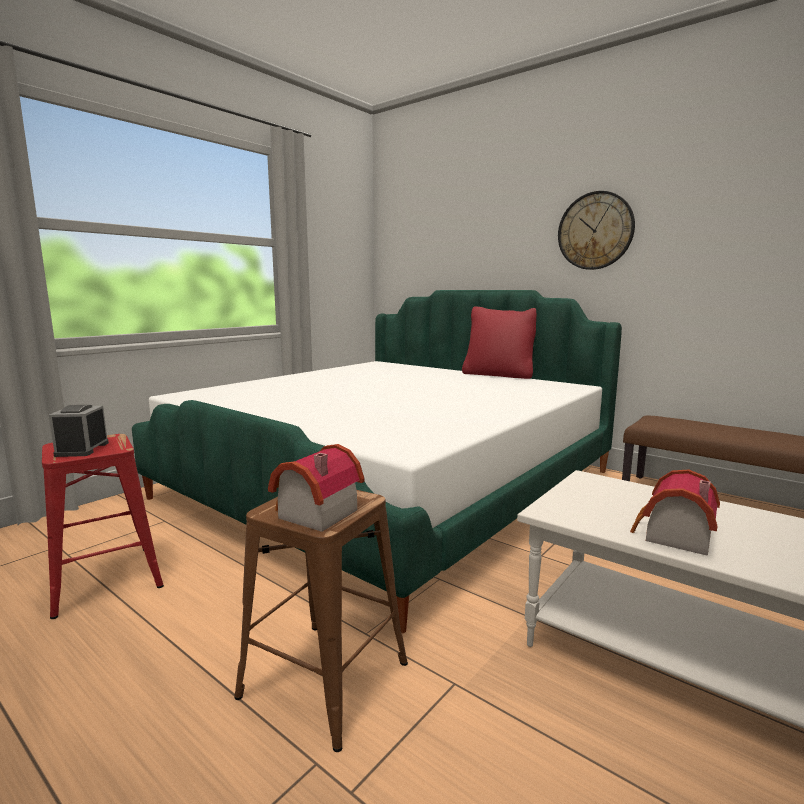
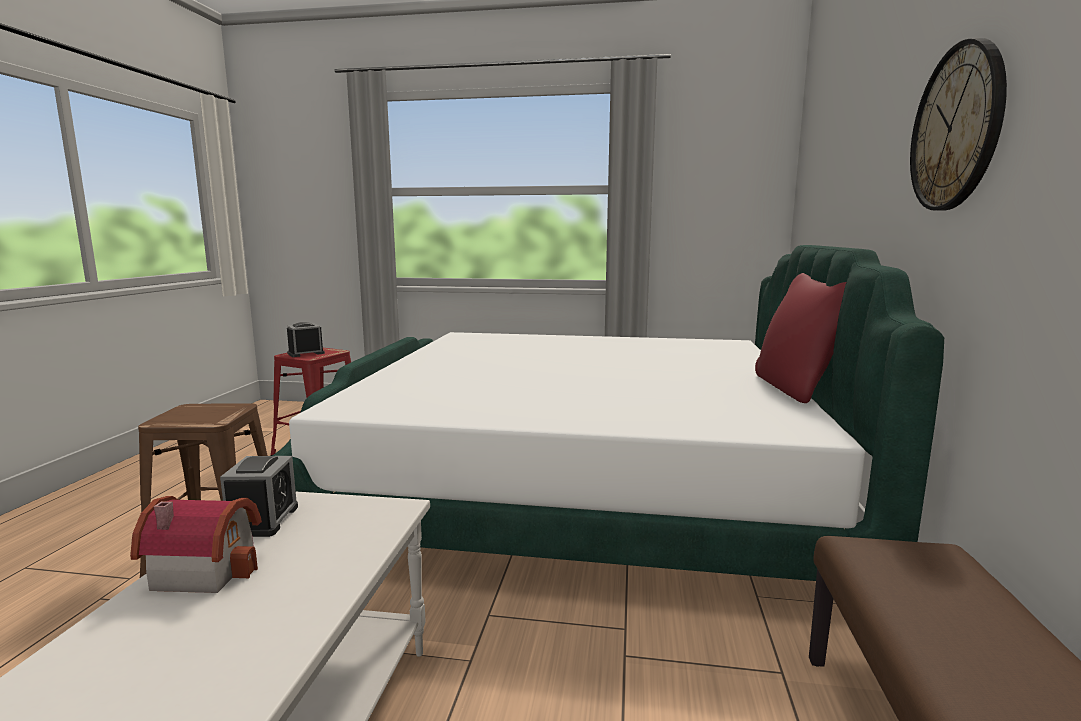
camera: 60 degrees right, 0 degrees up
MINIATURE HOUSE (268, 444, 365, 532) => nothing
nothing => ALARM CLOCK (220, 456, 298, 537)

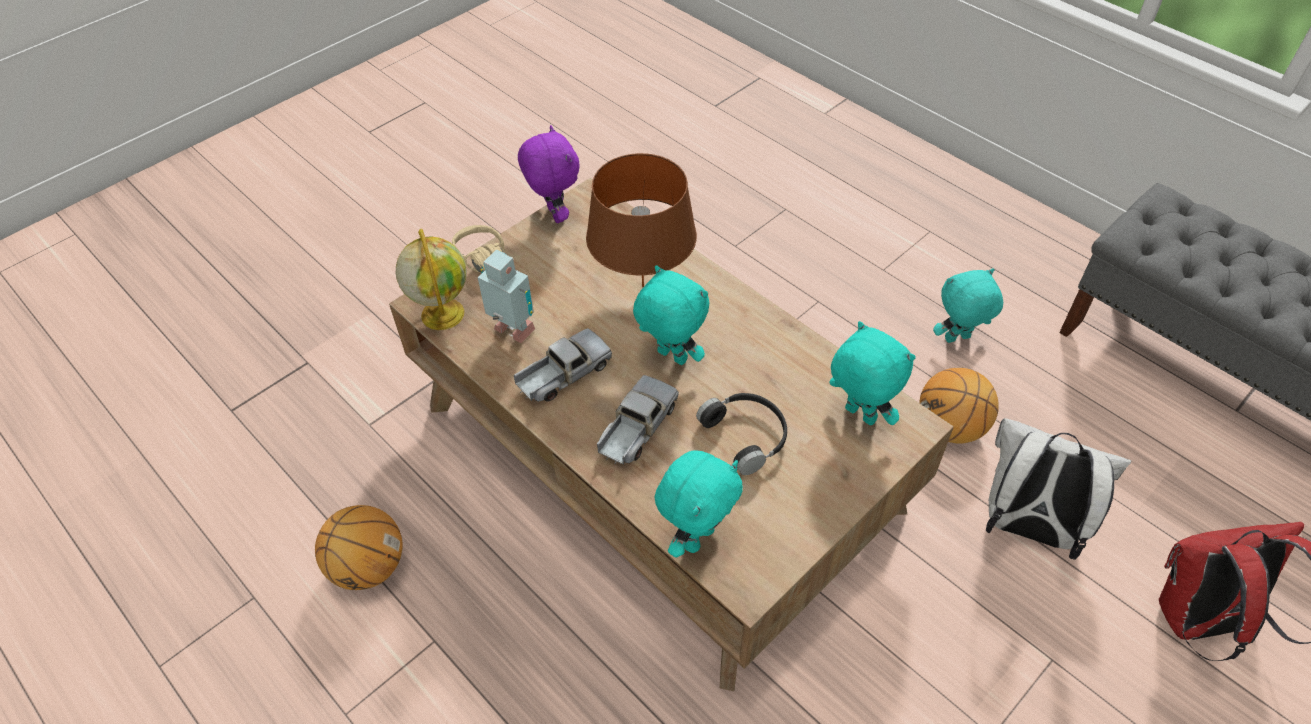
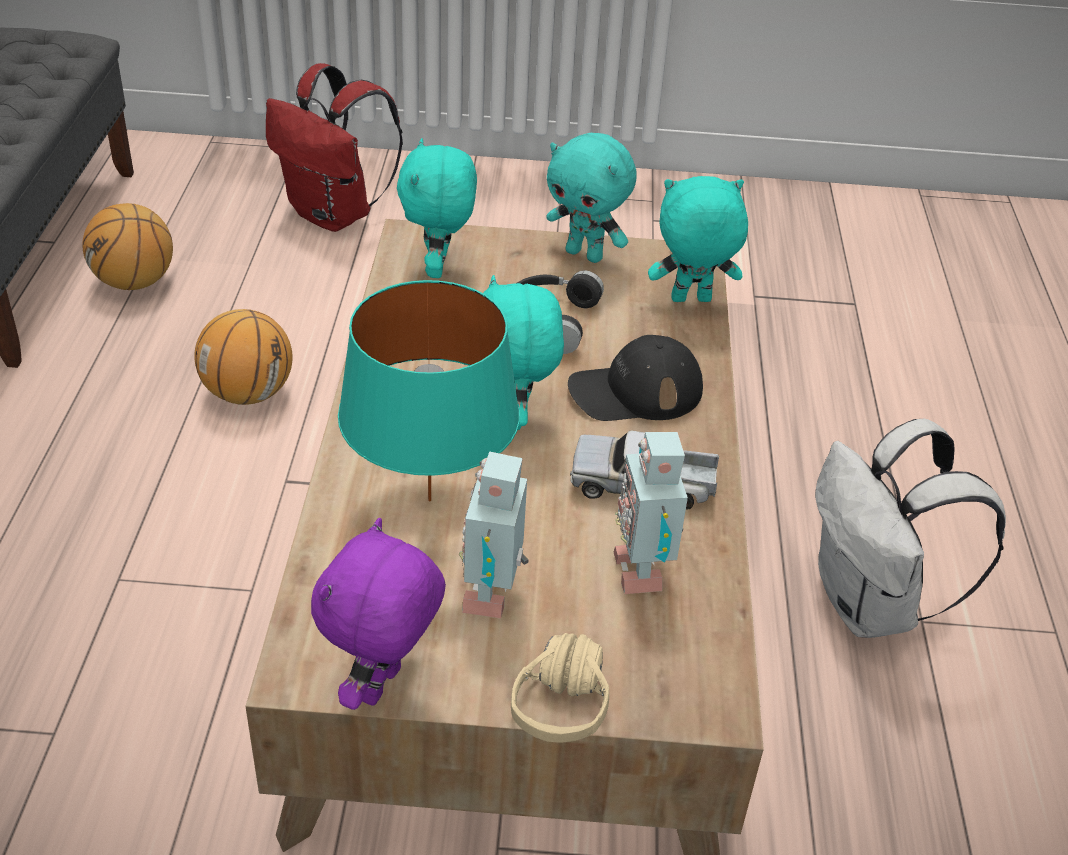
camera: 135 degrees left, 10 degrees down
BROWNISH TABLETOP LAMP (586, 153, 697, 287) => TURQUOISE-COLOURED TABLETOP LAMP (338, 280, 520, 501)
GLOBE (396, 229, 467, 330) => nothing
TURQUOISE-COLOURED PLUSH TOY (933, 268, 1003, 343) => TURQUOISE-COLOURED PLUSH TOY (546, 133, 637, 263), relocated
MODEL TRUCK (597, 375, 679, 465) => BLACK-COLOURED PEAKED CAP (568, 335, 703, 421)
WHITE KNAPSACK (986, 418, 1131, 560) => WHITE KNAPSACK (815, 419, 1006, 638), relocated
BALL FOR BASKETBALL (315, 505, 403, 590) => BALL FOR BASKETBALL (82, 203, 173, 290), relocated
nothing => TOY ROBOT (459, 451, 529, 619)

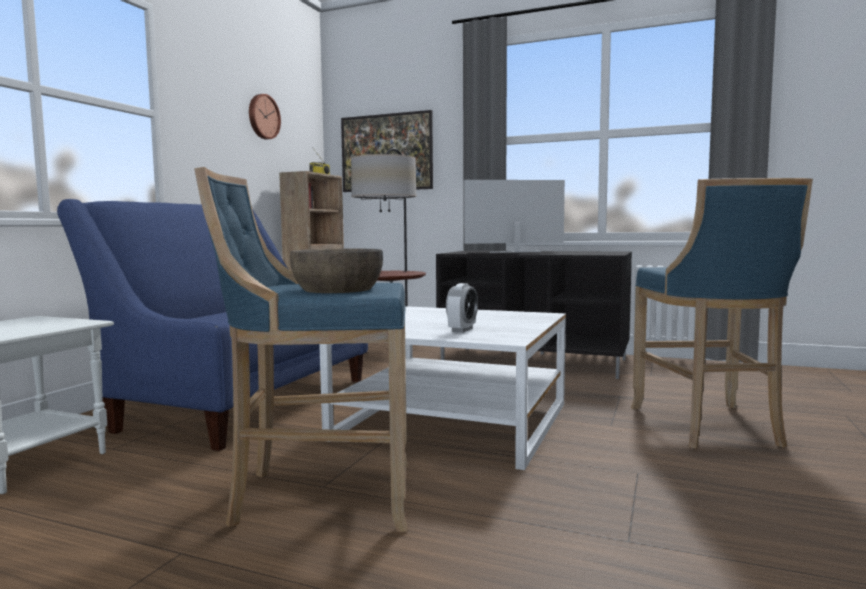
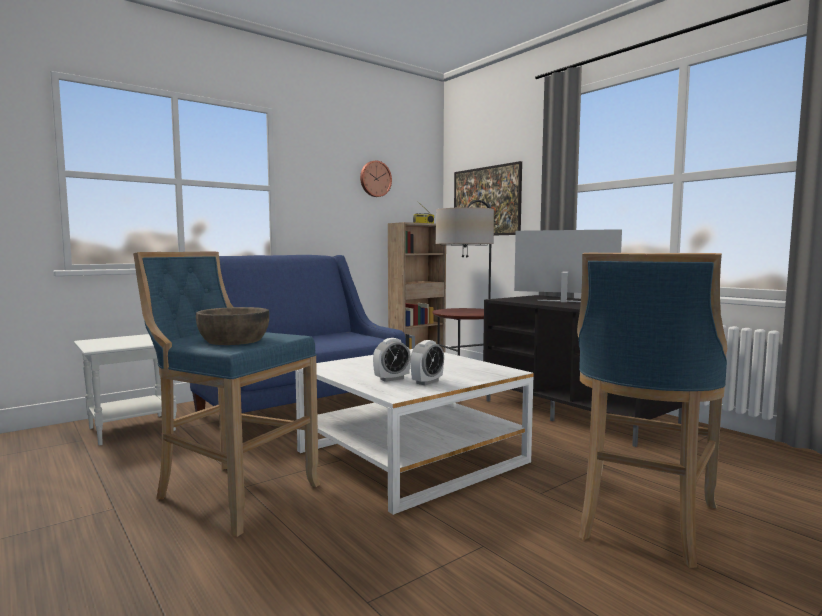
camera: 30 degrees right, 0 degrees up
nothing => ALARM CLOCK (410, 340, 444, 385)

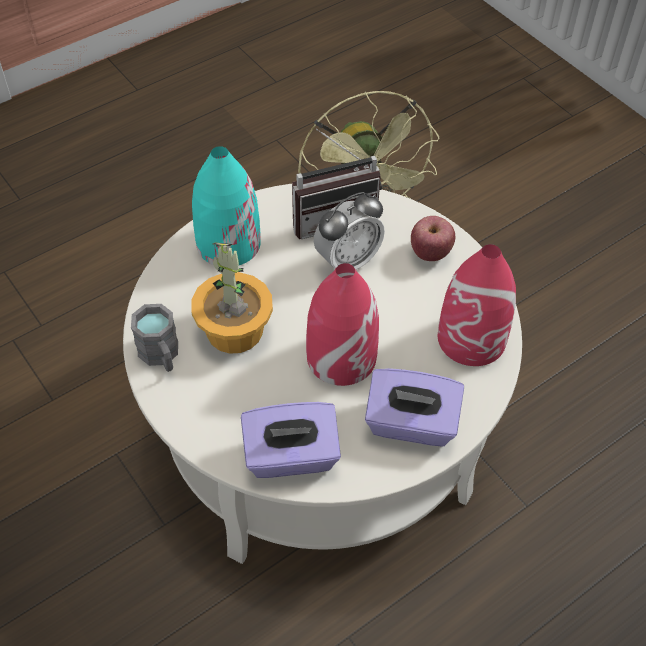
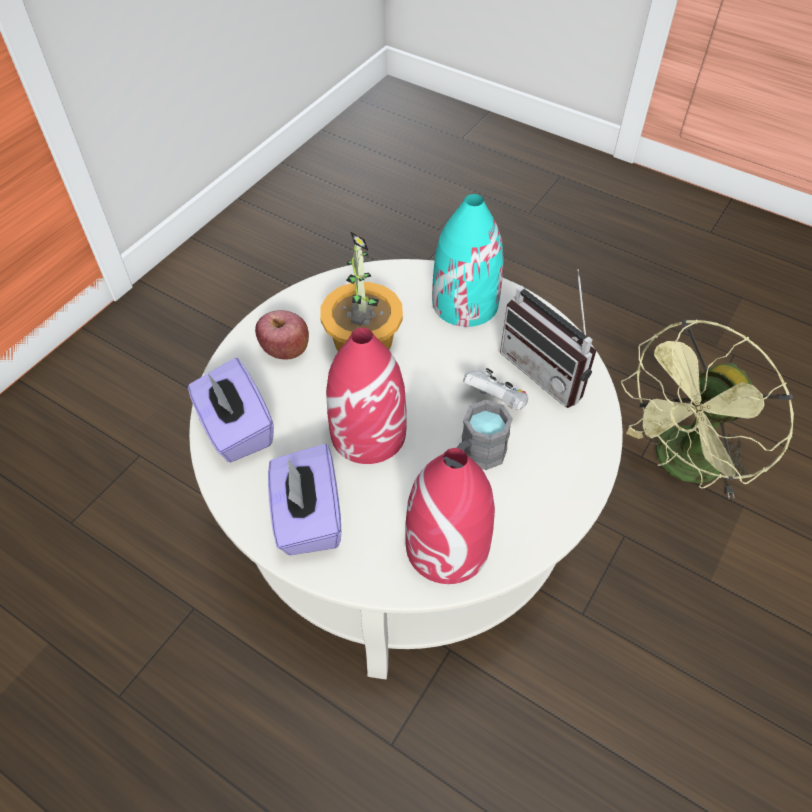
camera: 70 degrees right, 0 degrees up
ALARM CLOCK (314, 192, 385, 270) => WHITE GAMEPAD (463, 368, 528, 410)
WHOLE APPLE (411, 216, 455, 261) => WHOLE APPLE (255, 310, 309, 359), relocated
GREYISH COFFEE MUG (131, 304, 178, 372) => GREYISH COFFEE MUG (457, 400, 513, 470), relocated

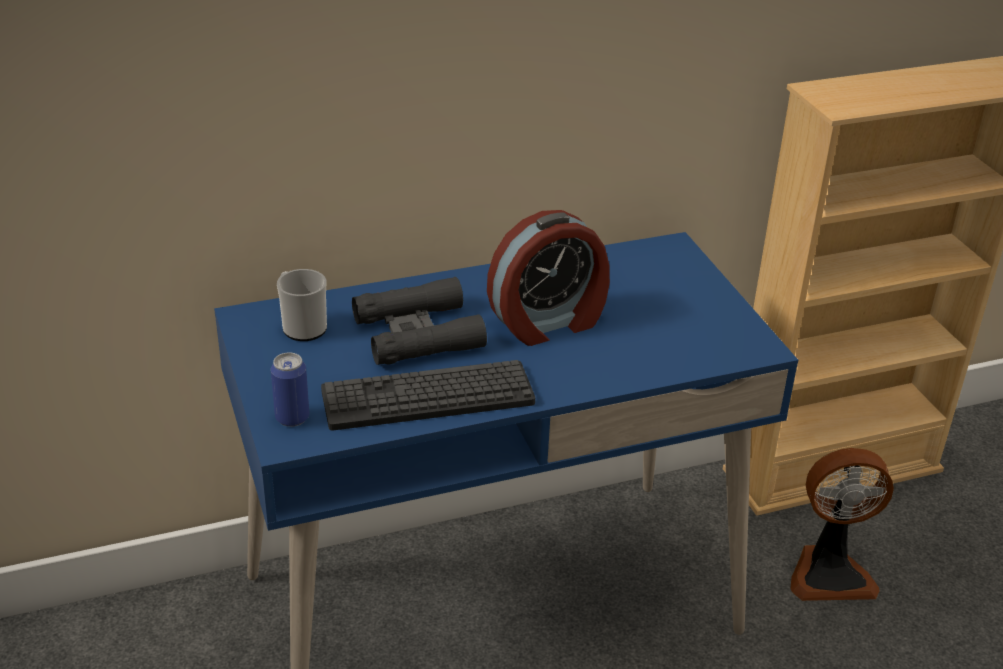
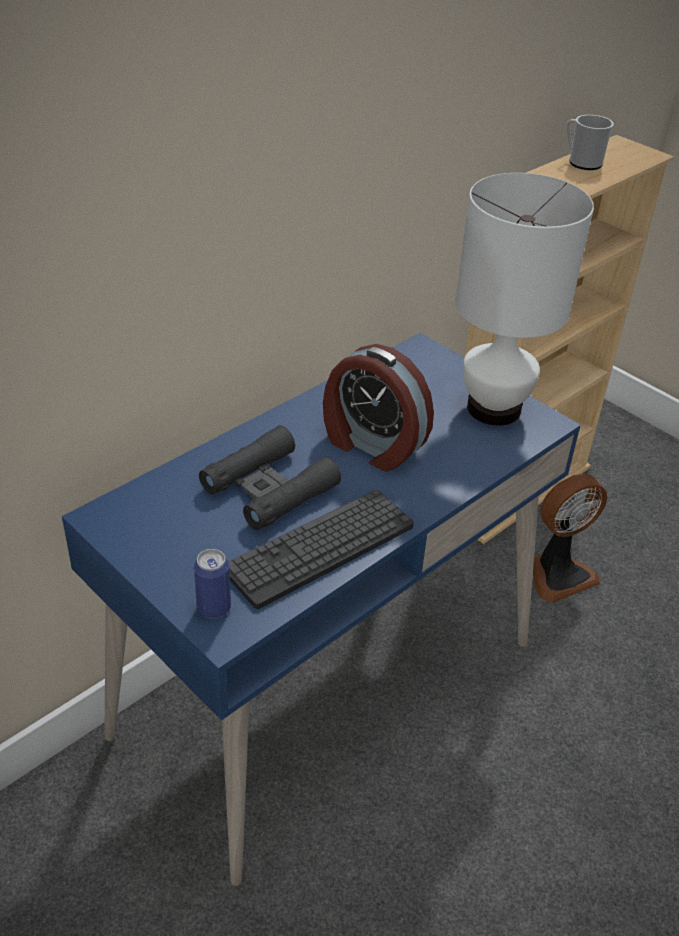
camera: 25 degrees left, 5 degrees up
ALARM CLOCK (487, 210, 610, 346) => ALARM CLOCK (323, 344, 434, 472), 90 degrees clockwise
COFFEE MUG (277, 269, 327, 341) => COFFEE MUG (566, 115, 614, 170), relocated
nothing => WHITE TABLETOP LAMP (456, 173, 594, 425)

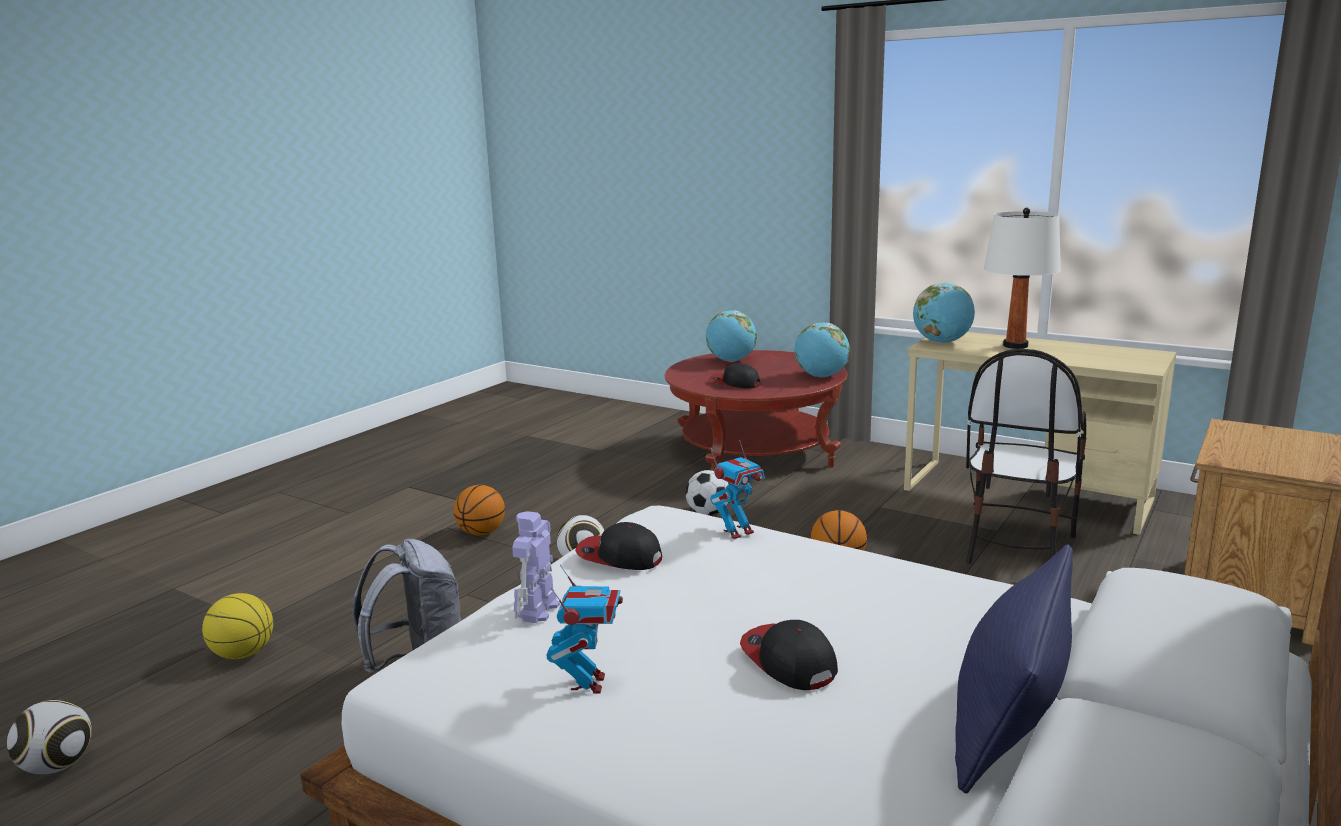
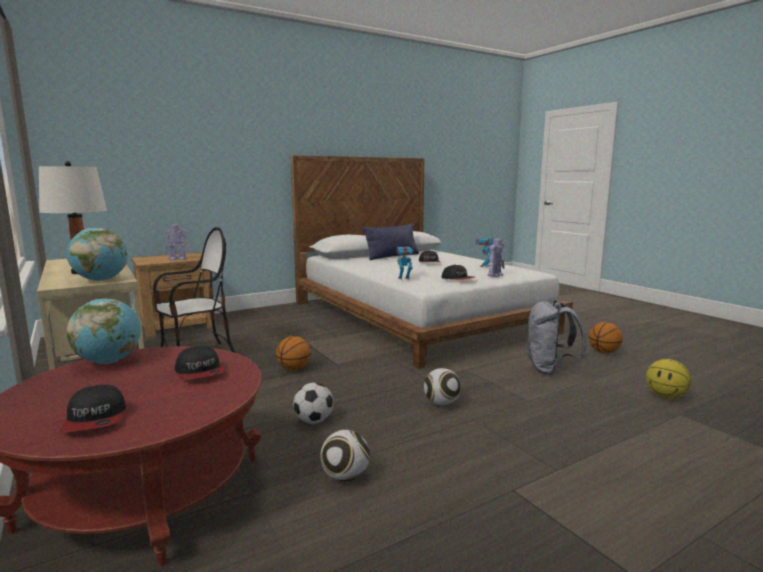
camera: 155 degrees left, 5 degrees down
GLOBE (706, 310, 757, 362) => PEAKED CAP (60, 385, 126, 432)
BALL FOR BASKETBALL (454, 485, 505, 535) => BALL FOR BASKETBALL (589, 322, 623, 353), relocated
BALL FOR FOOTBALL (7, 699, 92, 775) => BALL FOR FOOTBALL (320, 430, 370, 482), relocated
nothing => TOY ROBOT (163, 225, 192, 260)

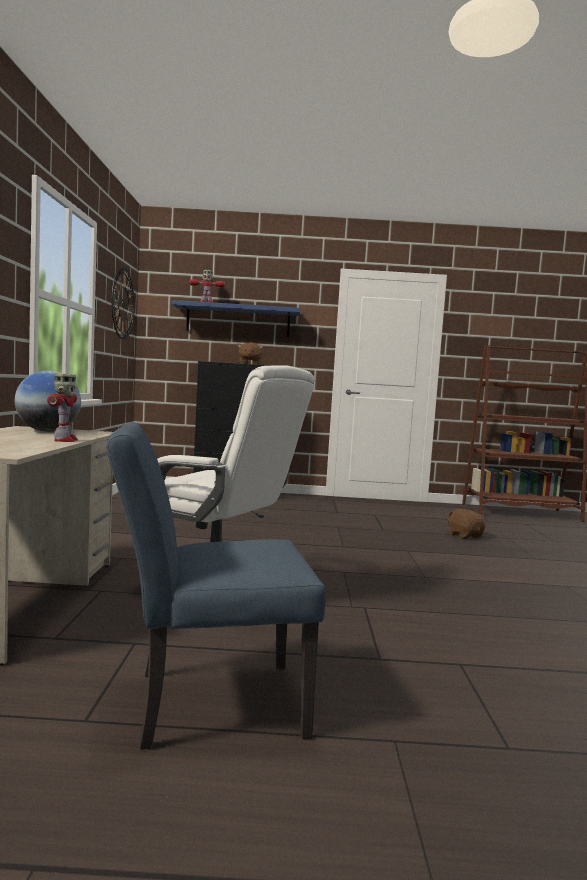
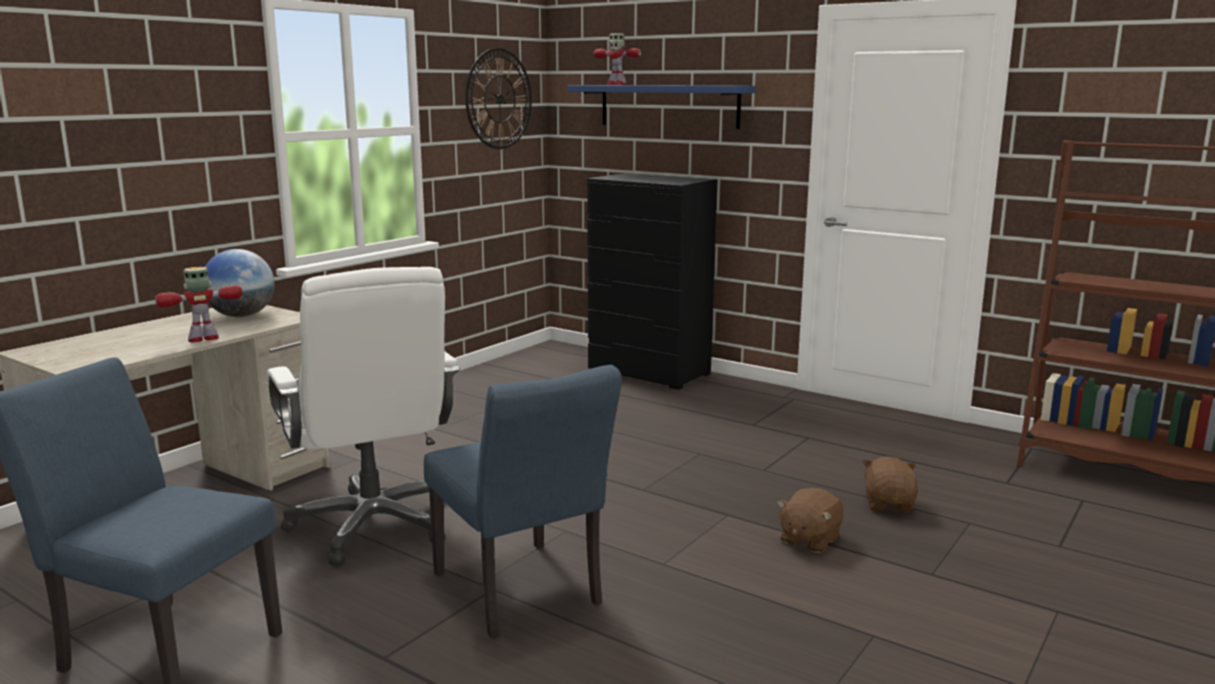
camera: 35 degrees right, 10 degrees up
BROWNISH PLUSH TOY (237, 342, 263, 365) => BROWNISH PLUSH TOY (777, 488, 843, 553), relocated
TOY ROBOT (47, 373, 78, 442) => TOY ROBOT (155, 267, 242, 342), 150 degrees counterclockwise
nothing => BLUISH UPRIGHT CHAIR (424, 365, 622, 638)

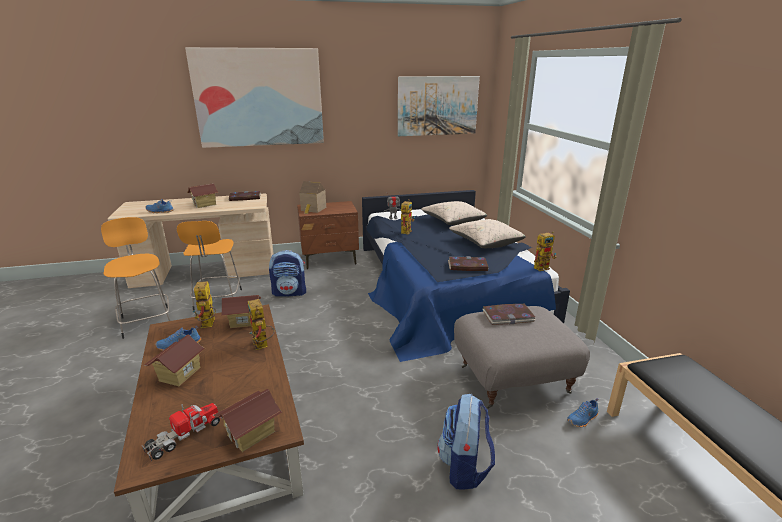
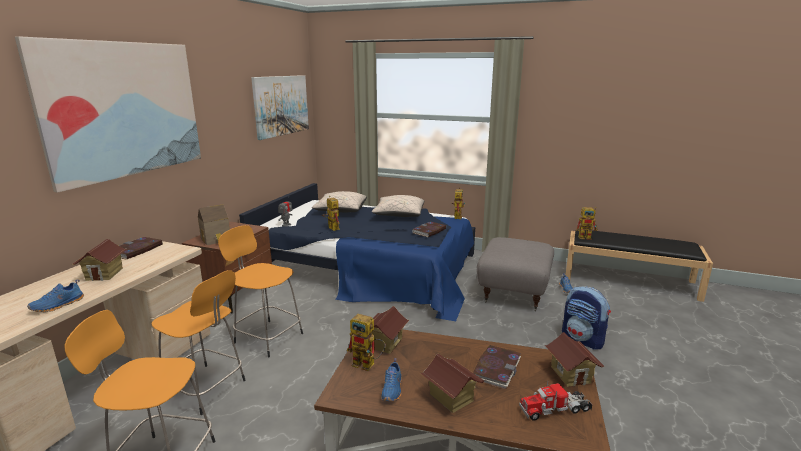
camera: 55 degrees left, 5 degrees down
KNAPSACK (269, 250, 306, 297) => ORANGE SITTING STOOL (218, 225, 303, 357)
TOY ROBOT (248, 299, 275, 350) => TOY ROBOT (576, 207, 598, 240), relocated
BOOK (483, 304, 536, 325) => BOOK (473, 345, 521, 389), relocated
MODEL TRUCK (142, 403, 222, 461) => MODEL TRUCK (519, 381, 592, 420), 90 degrees counterclockwise

